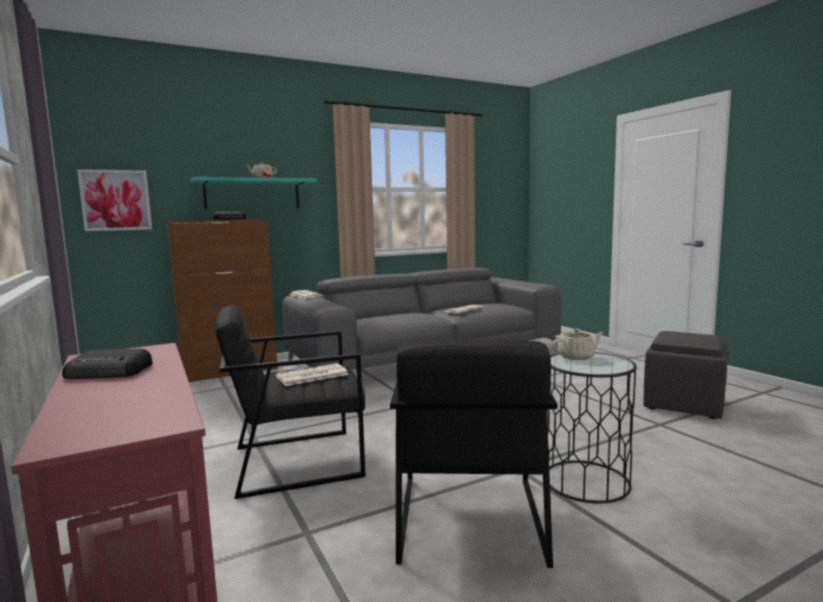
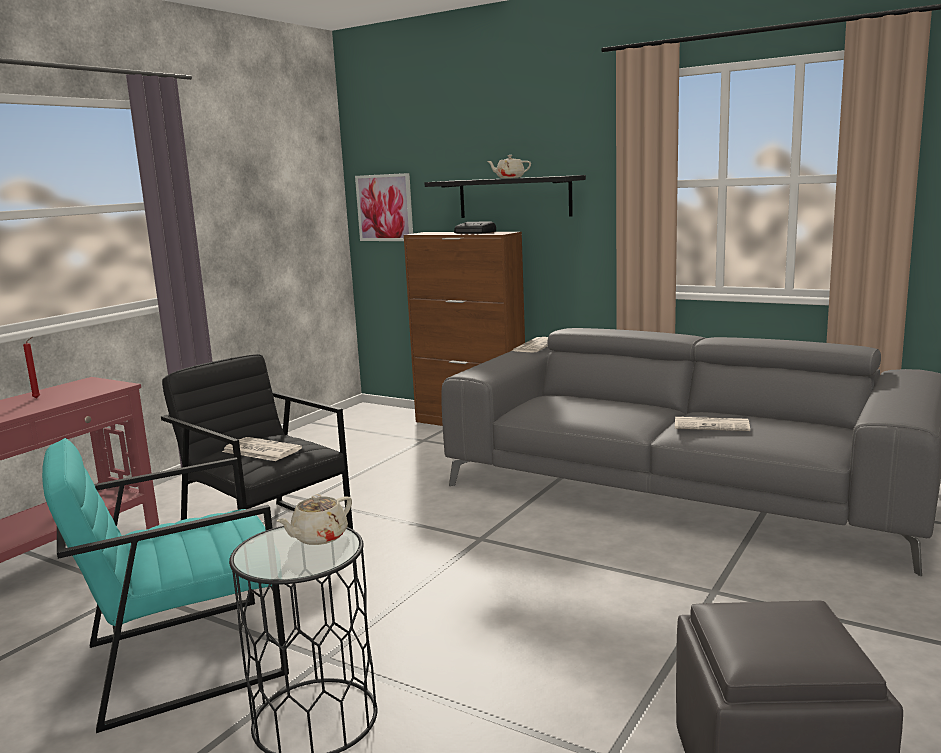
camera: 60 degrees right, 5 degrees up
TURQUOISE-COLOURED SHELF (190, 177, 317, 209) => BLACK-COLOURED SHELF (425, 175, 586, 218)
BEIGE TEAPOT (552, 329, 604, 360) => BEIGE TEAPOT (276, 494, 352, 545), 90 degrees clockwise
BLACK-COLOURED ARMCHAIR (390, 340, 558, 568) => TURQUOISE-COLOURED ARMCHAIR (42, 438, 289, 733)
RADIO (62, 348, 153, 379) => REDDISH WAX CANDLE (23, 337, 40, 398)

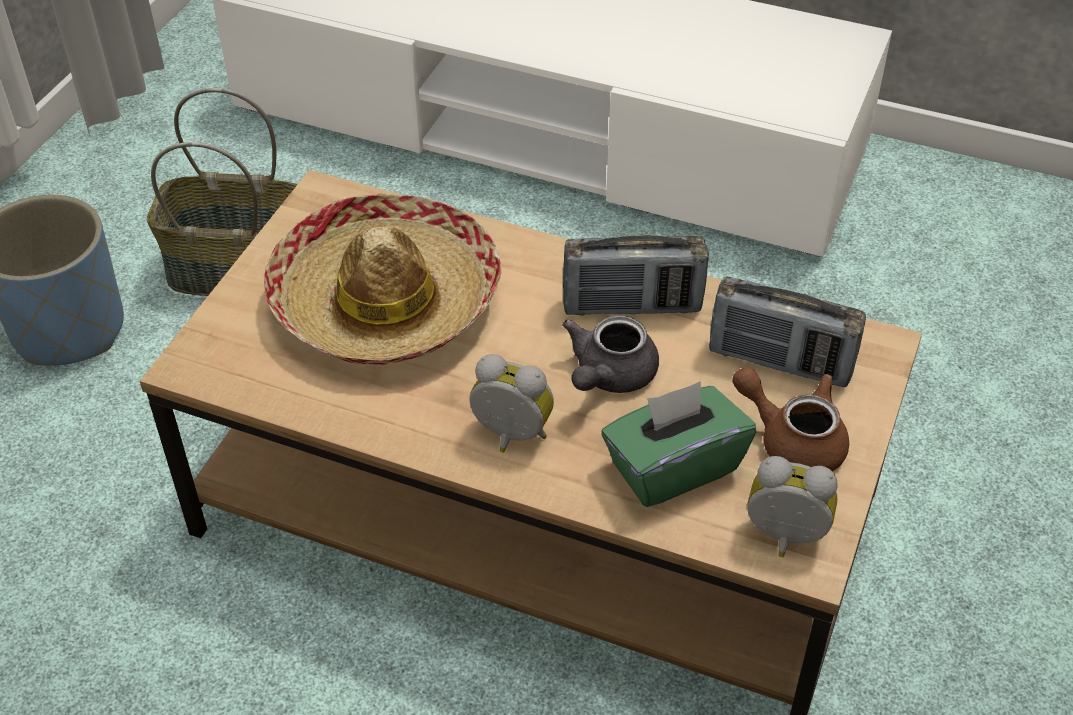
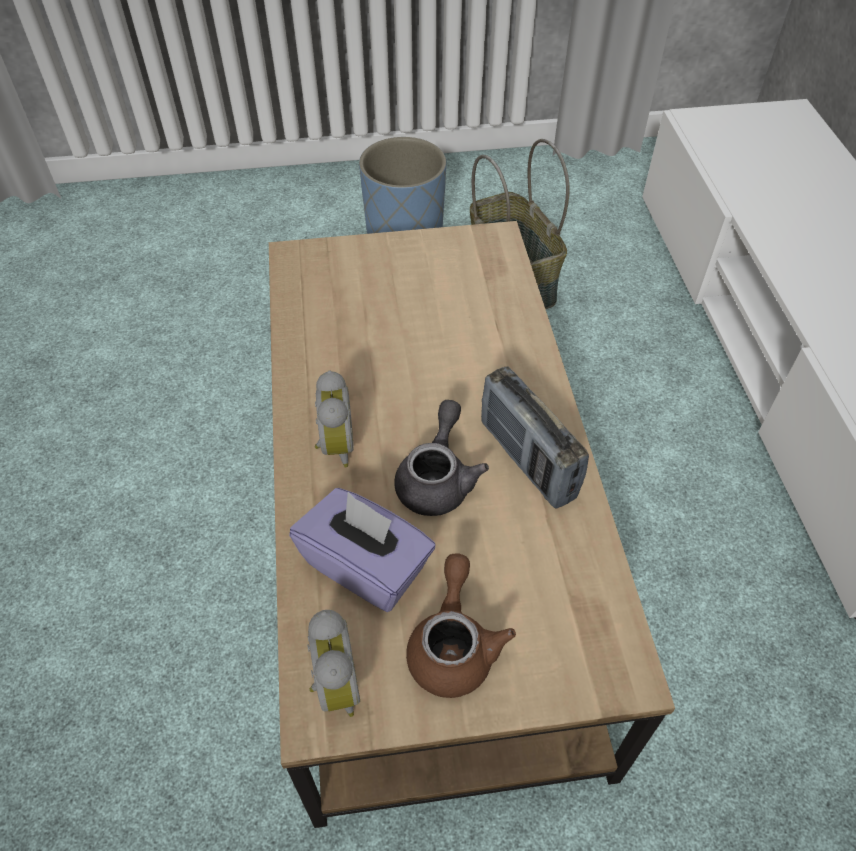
camera: 60 degrees right, 5 degrees up
HAT (264, 193, 501, 365) => nothing
RADIO (709, 276, 866, 387) => nothing
GREYISH TEAPOT (562, 316, 659, 393) => GREYISH TEAPOT (394, 400, 489, 516), 105 degrees clockwise
GREEN-COLOURED TISSUE HOLDER (602, 381, 756, 507) => PURPLE-COLOURED TISSUE HOLDER (289, 488, 435, 612)

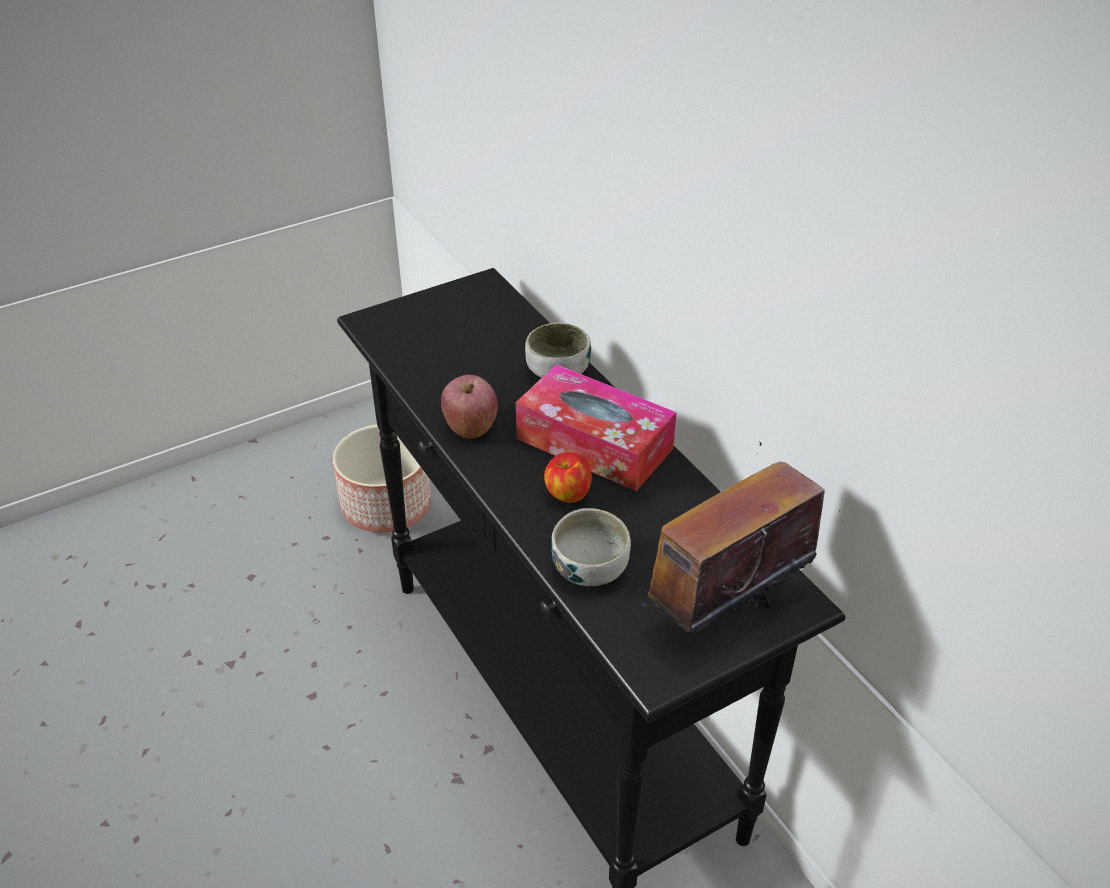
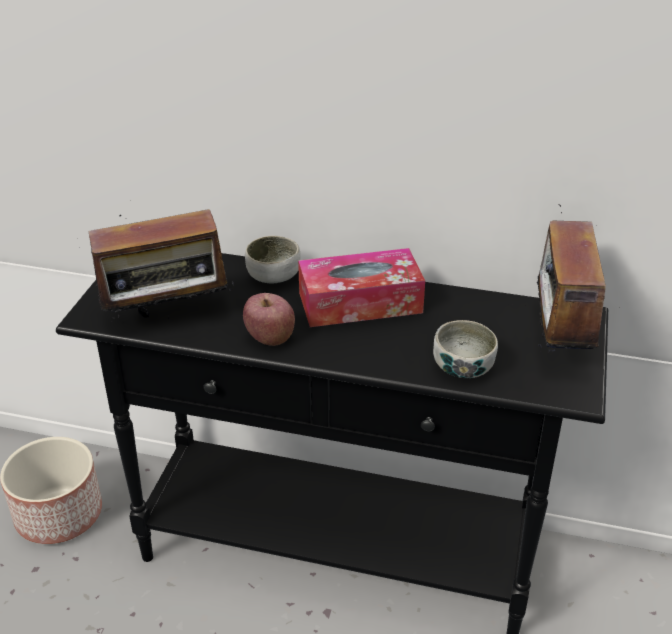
camera: 45 degrees left, 5 degrees down
WHOLE APPLE (544, 452, 592, 503) => nothing
nothing => RADIO (79, 209, 235, 322)

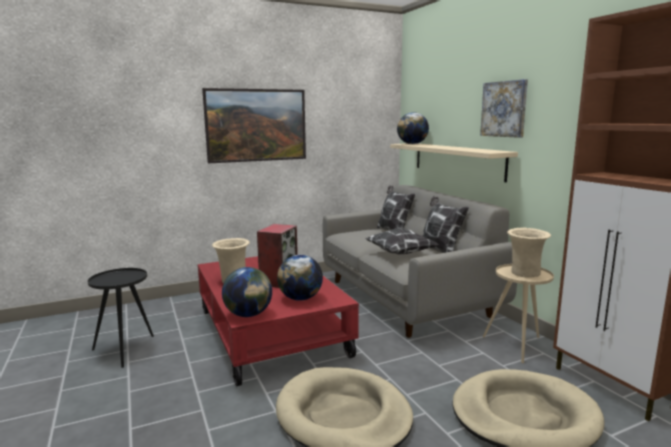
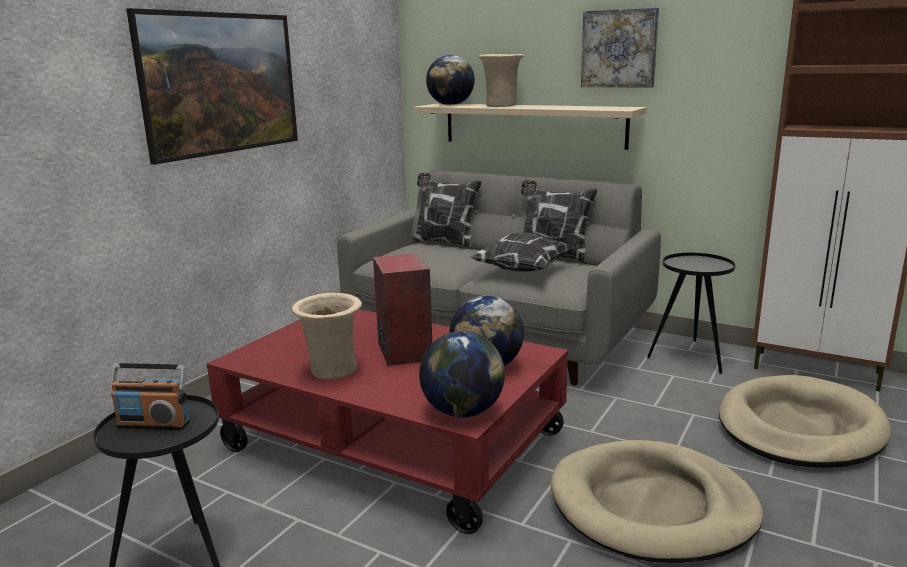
camera: 35 degrees left, 5 degrees up
BEIGE VASE (507, 228, 551, 278) => BEIGE VASE (478, 54, 525, 107), relocated
BEIGE ACCENT TABLE (483, 264, 554, 363) => BLACK-COLOURED ACCENT TABLE (647, 253, 735, 374)
nothing => RADIO (110, 363, 190, 430)

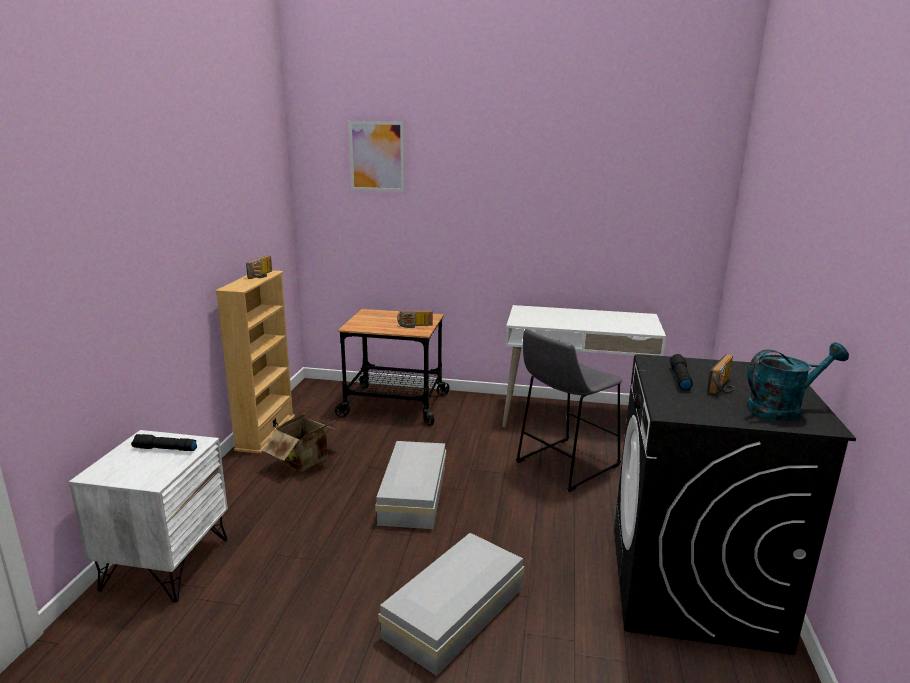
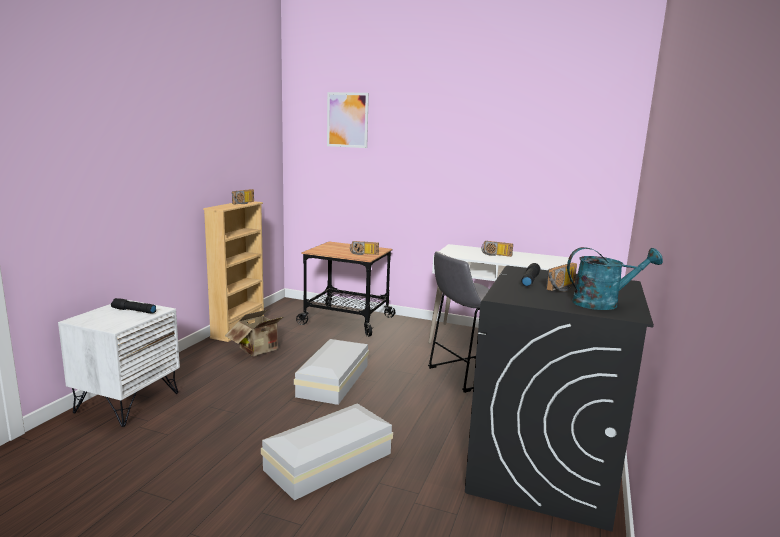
camera: 10 degrees right, 5 degrees down
nothing => RADIO (482, 241, 513, 257)

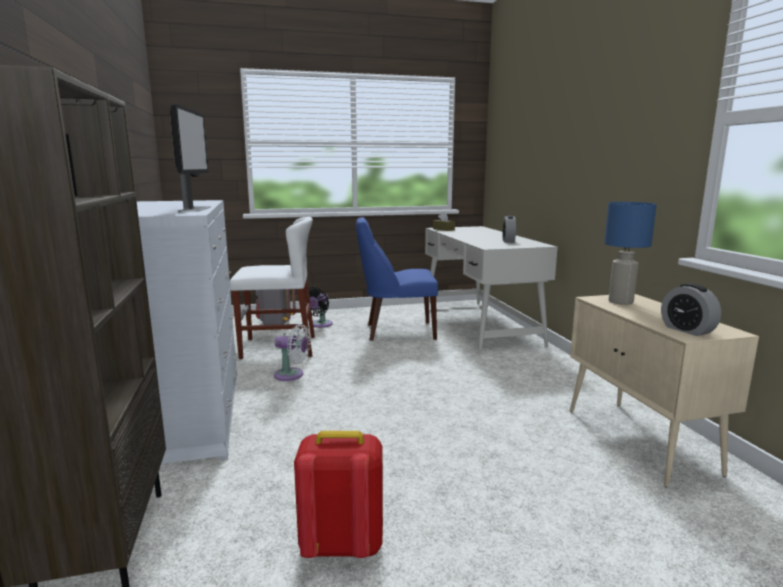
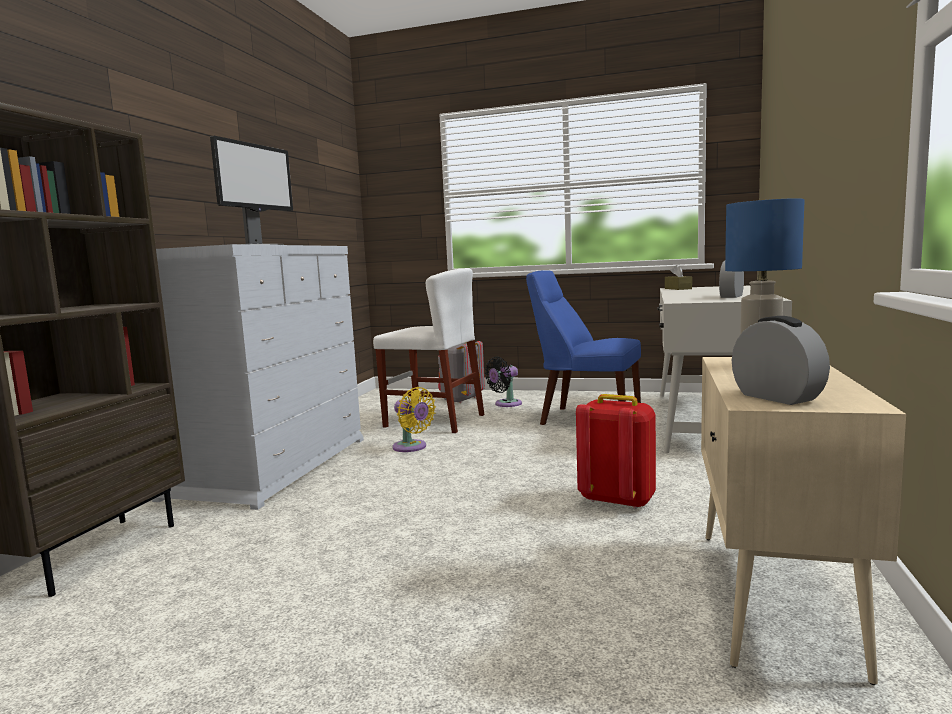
camera: 30 degrees right, 5 degrees down
ALARM CLOCK (661, 283, 721, 336) => ALARM CLOCK (732, 316, 830, 405), 150 degrees clockwise
WHITE FAN (274, 324, 311, 381) => YELLOWISH FAN (392, 387, 436, 452)
REDDISH KNAPSACK (294, 431, 383, 558) => REDDISH KNAPSACK (576, 394, 656, 509), relocated

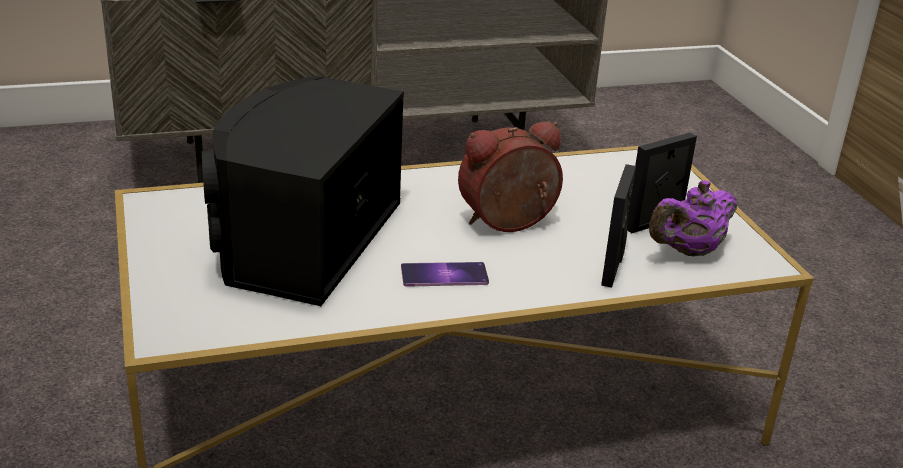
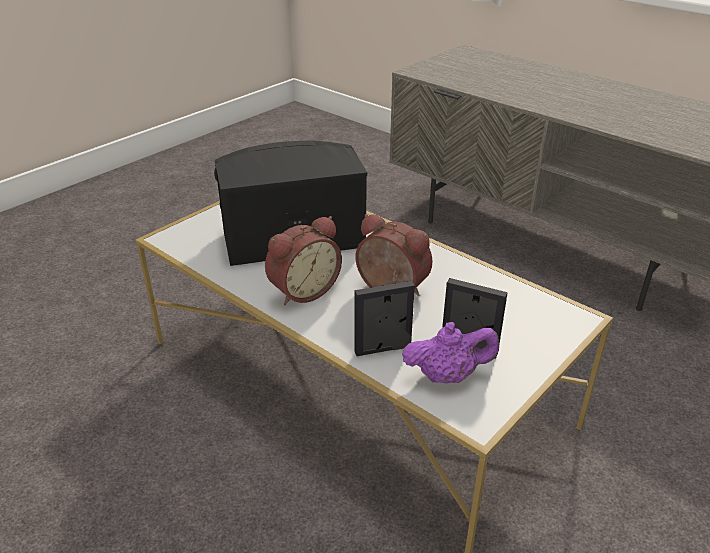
camera: 60 degrees right, 5 degrees up
PURPLE-COLOURED TEAPOT (649, 180, 737, 257) => PURPLE-COLOURED TEAPOT (402, 322, 499, 383), 150 degrees clockwise
PHONE (401, 262, 489, 287) => ALARM CLOCK (265, 216, 342, 305)

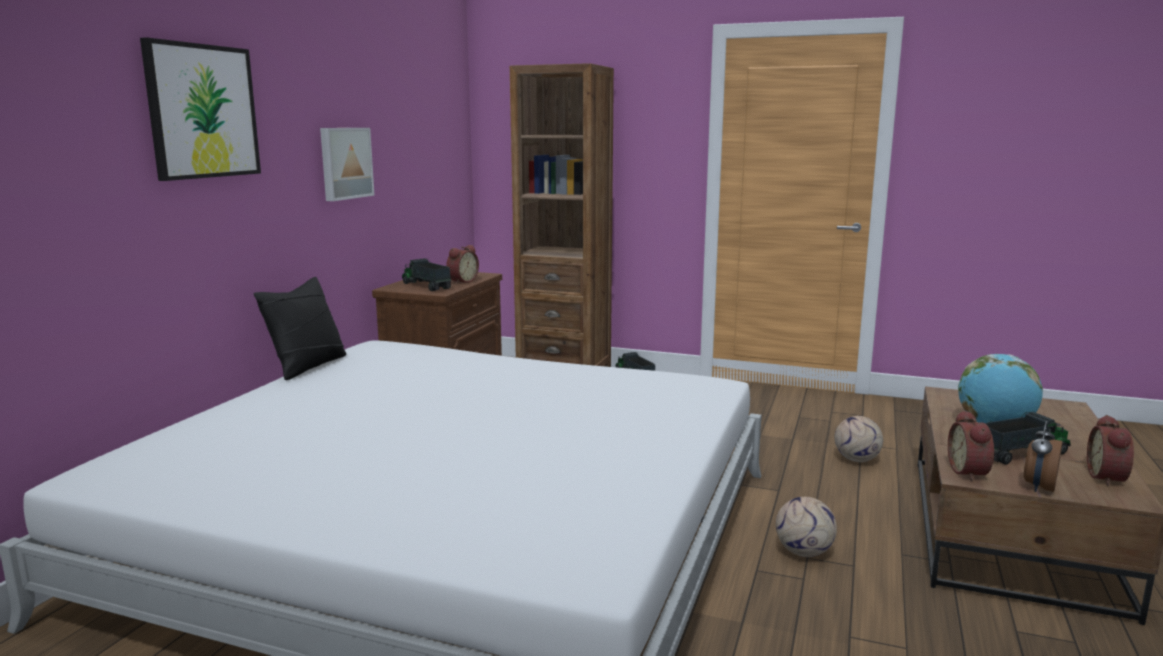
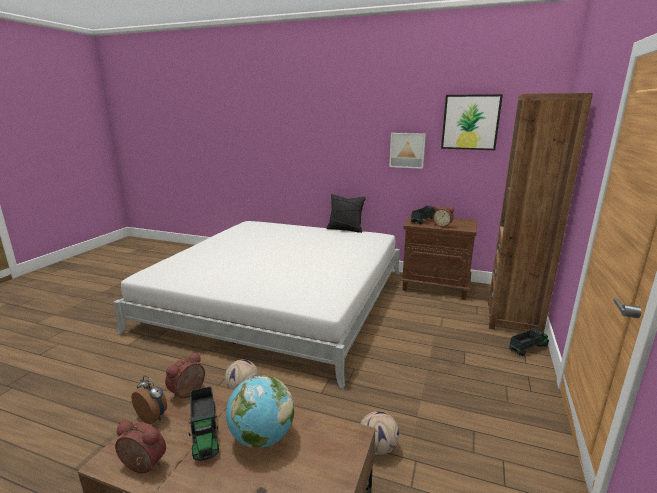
camera: 90 degrees right, 5 degrees up
WALL PICTURE (140, 37, 261, 181) => WALL PICTURE (441, 94, 503, 150), relocated
ALARM CLOCK (948, 410, 994, 481) => ALARM CLOCK (165, 352, 205, 399), 60 degrees counterclockwise

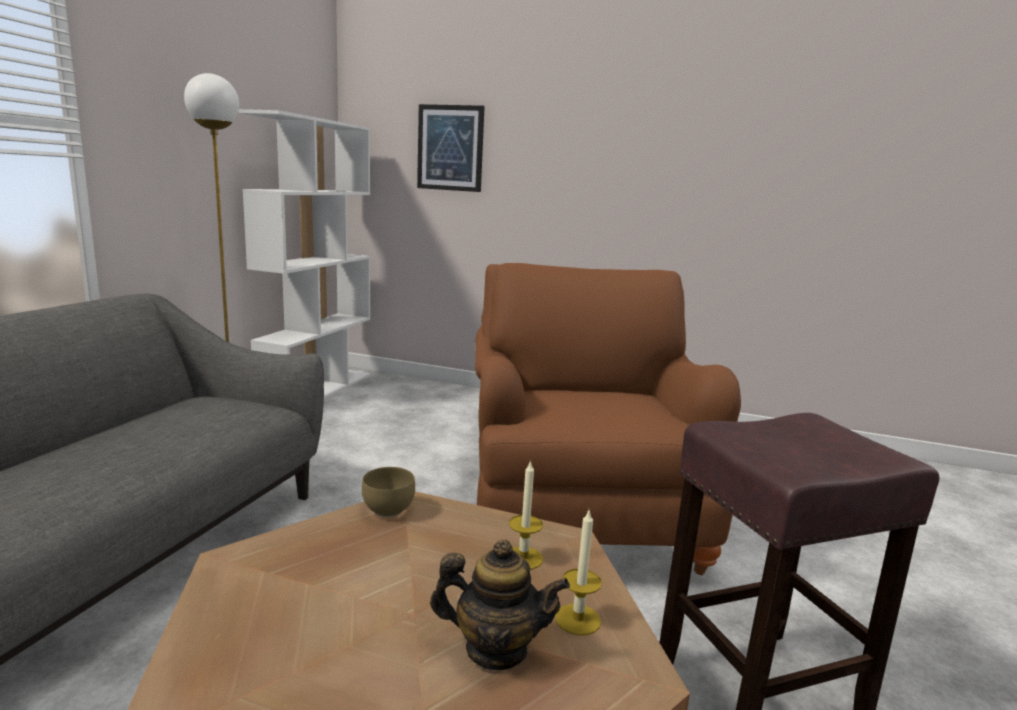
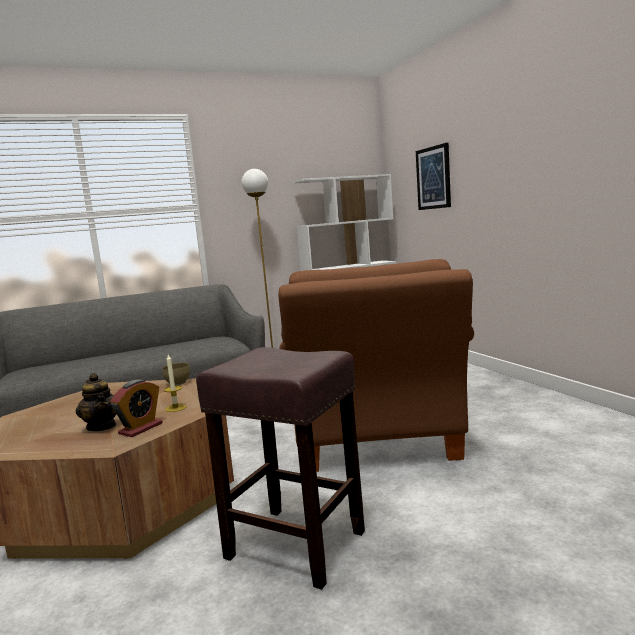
camera: 50 degrees right, 5 degrees down
BROWNISH ARMCHAIR (475, 263, 741, 575) => BROWNISH ARMCHAIR (278, 259, 474, 472), 135 degrees clockwise
WAX CANDLE (555, 510, 602, 635) => ALARM CLOCK (110, 380, 163, 437)

